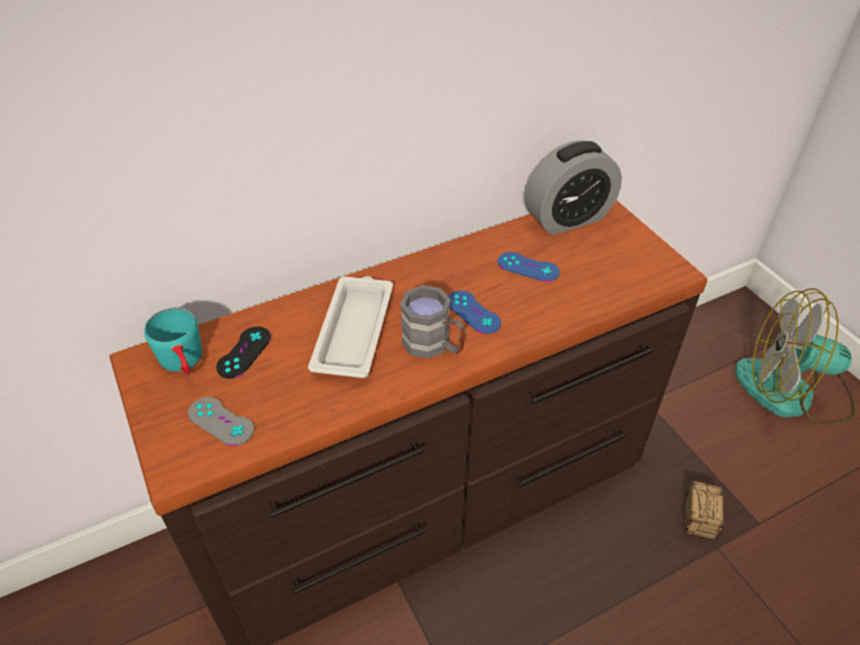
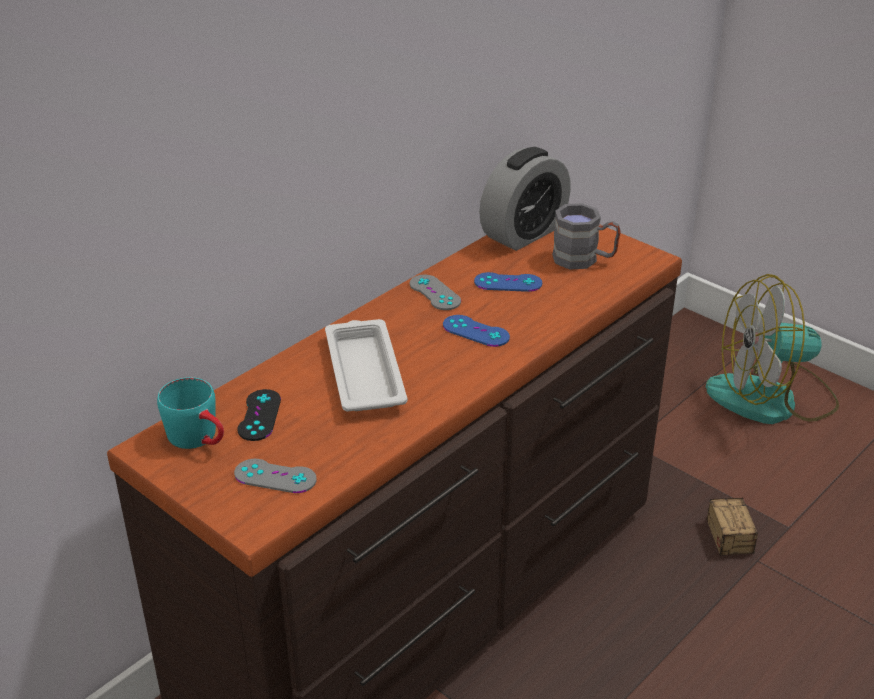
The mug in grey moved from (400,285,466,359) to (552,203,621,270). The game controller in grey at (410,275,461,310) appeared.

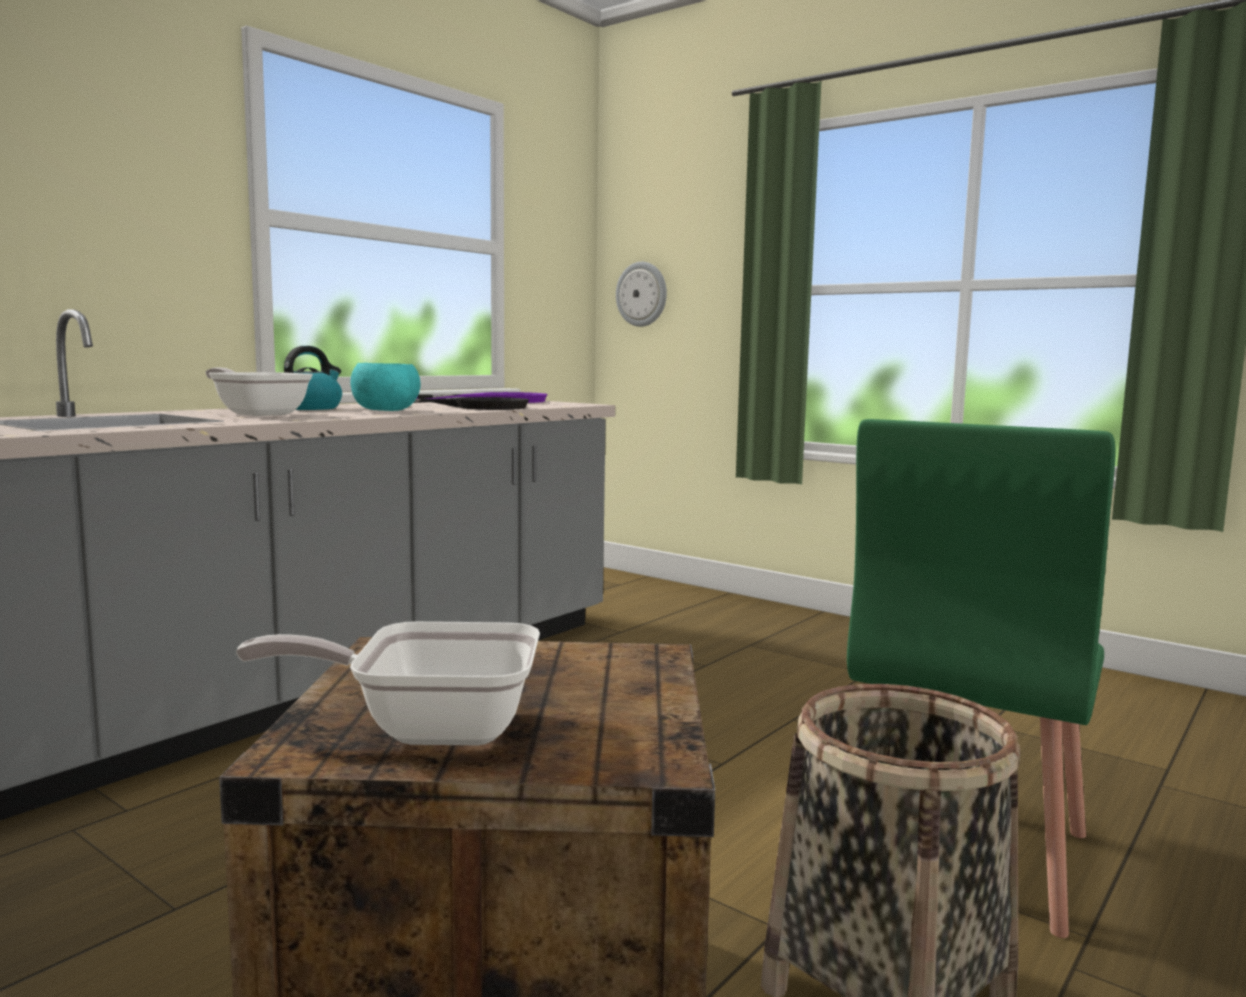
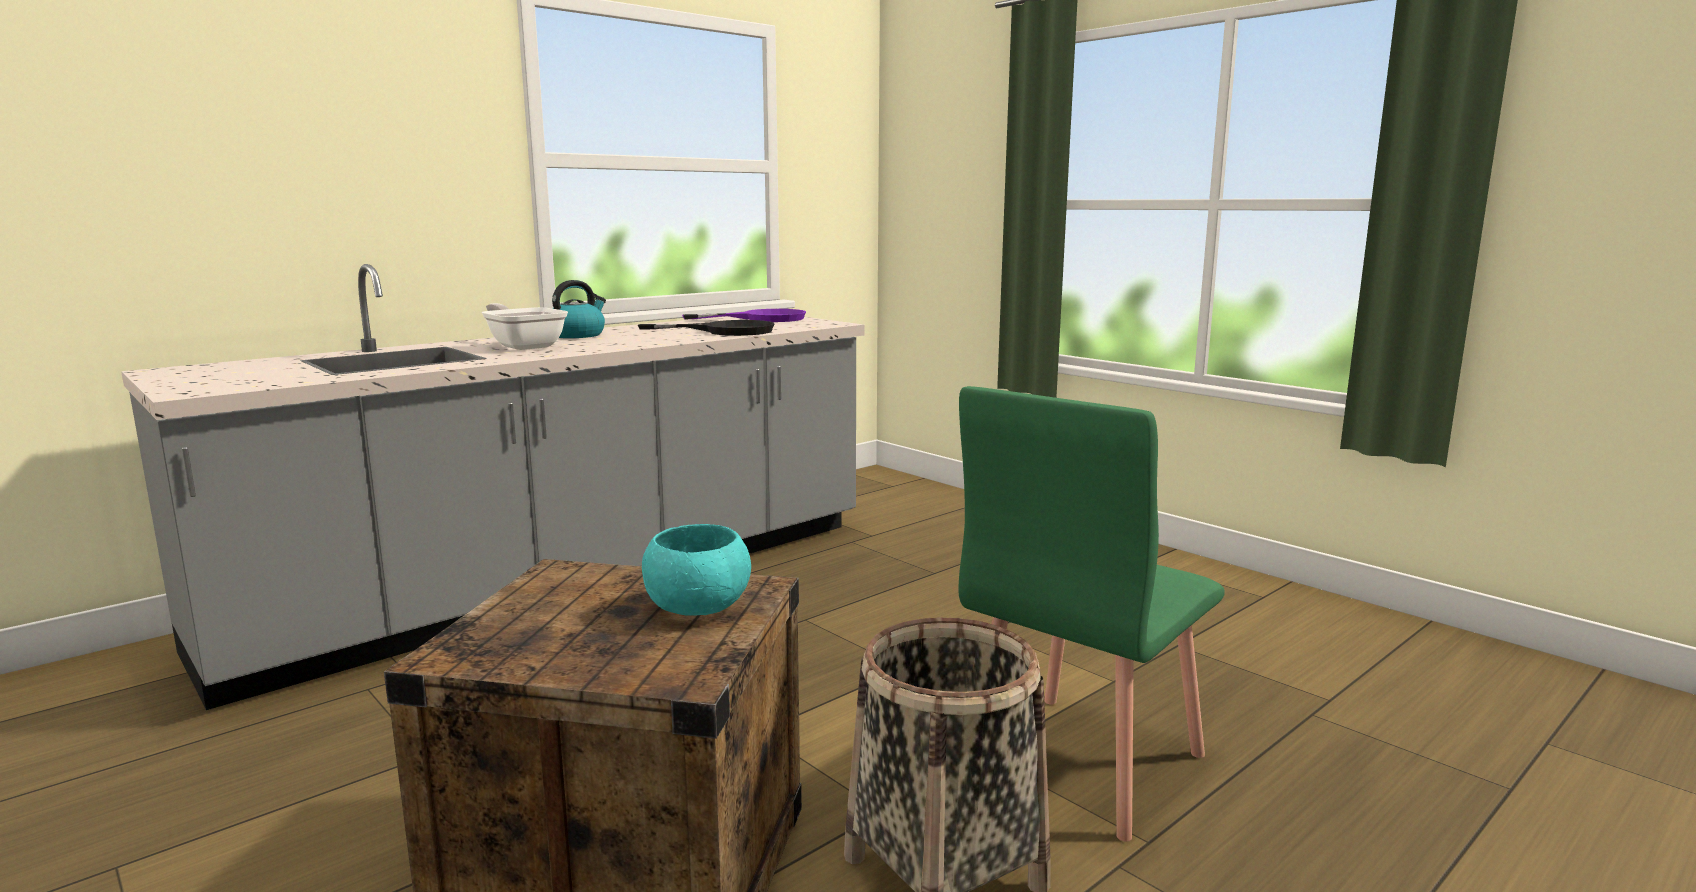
The frying pan at (236,621,540,745) disappeared. The bowl in turquoise-coloured moved from (350,363,420,411) to (642,524,751,616). The hanging clock at (616,262,667,327) disappeared.

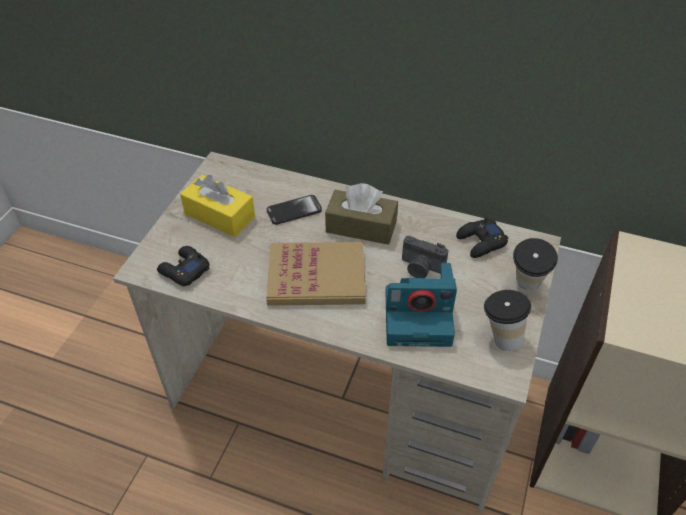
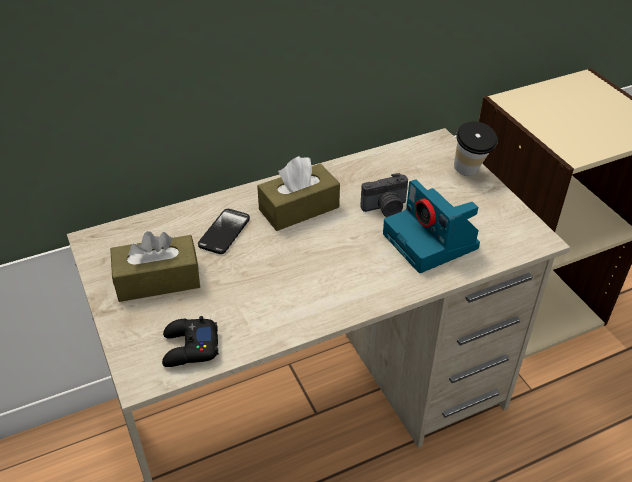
The box of tissues in yellowish at (180,174,255,237) became the box of tissues in brownish at (110,231,200,302). The volume at (266,242,366,306) disappeared. The still camera at (386,263,457,347) turned 105 degrees clockwise. The game controller in blackish at (456,217,509,258) disappeared. The cup at (484,290,531,351) disappeared.

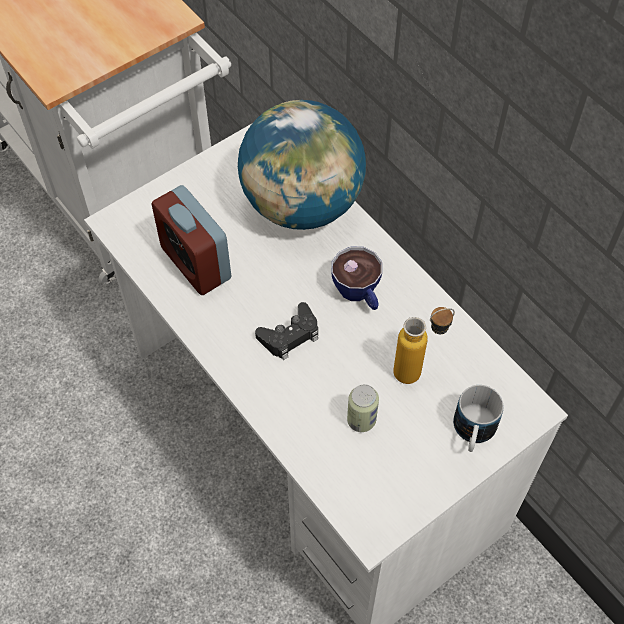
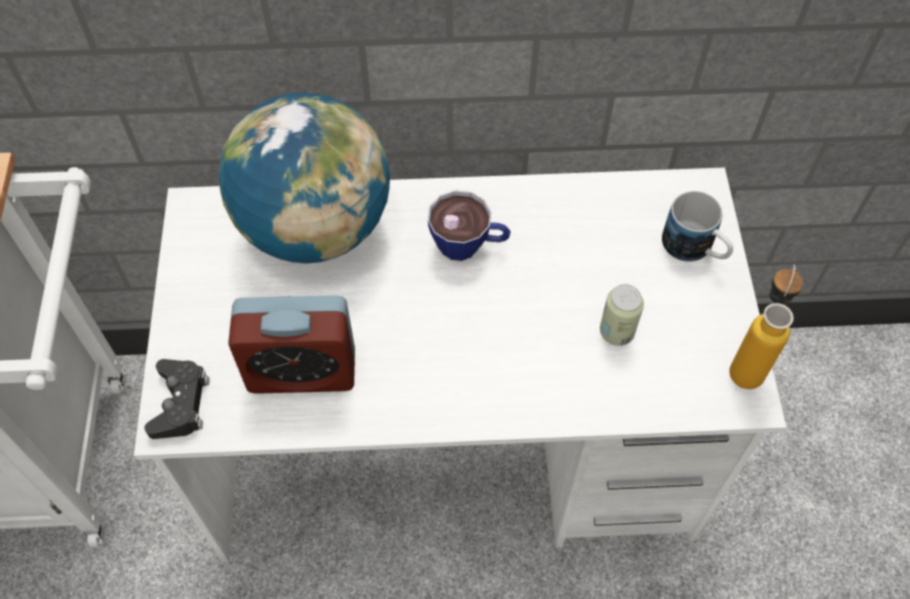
The game controller in blackish moved from (255,302,318,360) to (144,359,210,439). The beverage bottle moved from (393,307,455,384) to (729,264,803,389).

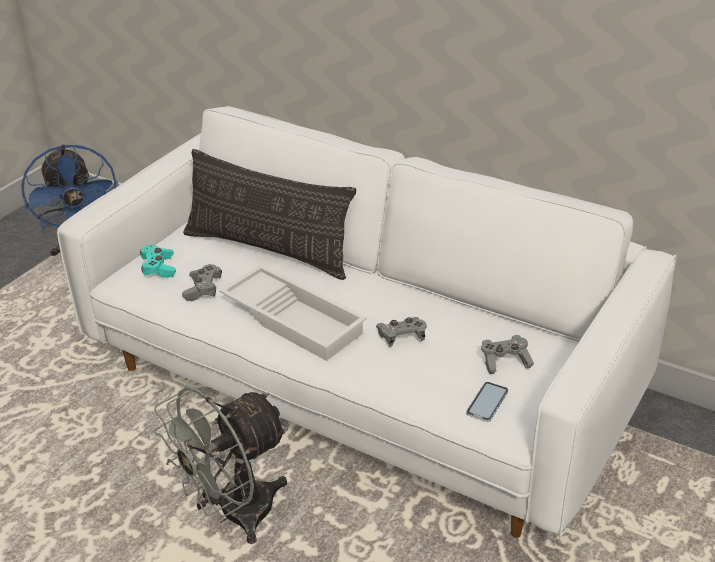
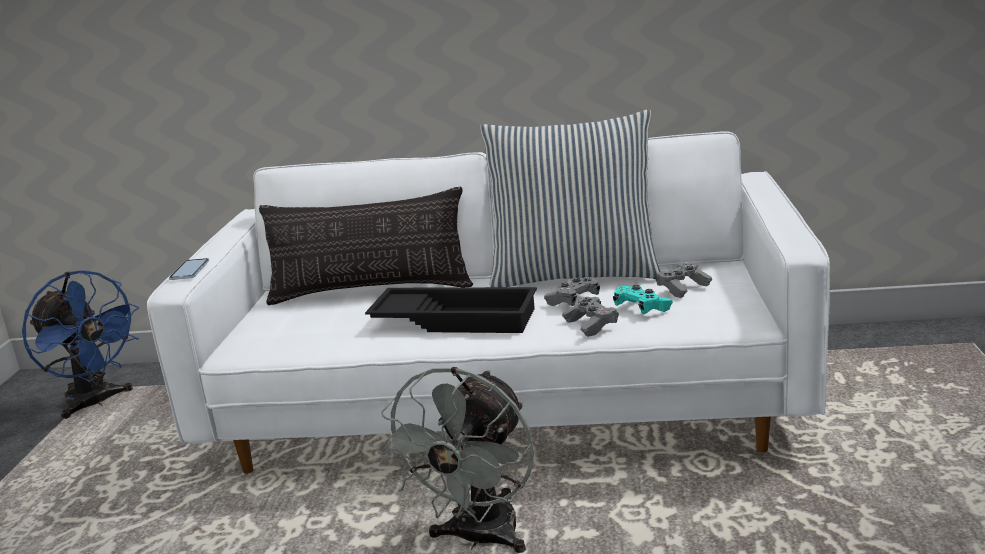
The game controller in turquoise-coloured moved from (140,245,176,278) to (613,285,673,314). The game controller in grey moved from (182,264,222,301) to (562,297,618,337). The carrying tray in whitish at (219,265,367,361) became the carrying tray in blackish at (365,287,537,333). The telephone moved from (466,382,508,422) to (169,258,209,280). The pillow at (480,109,661,287) appeared.

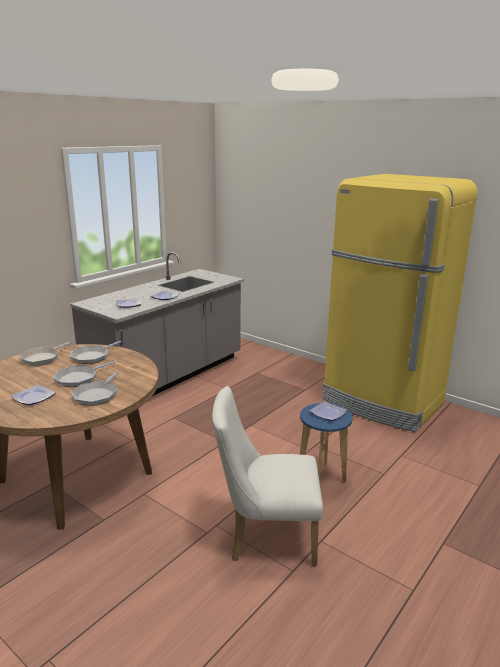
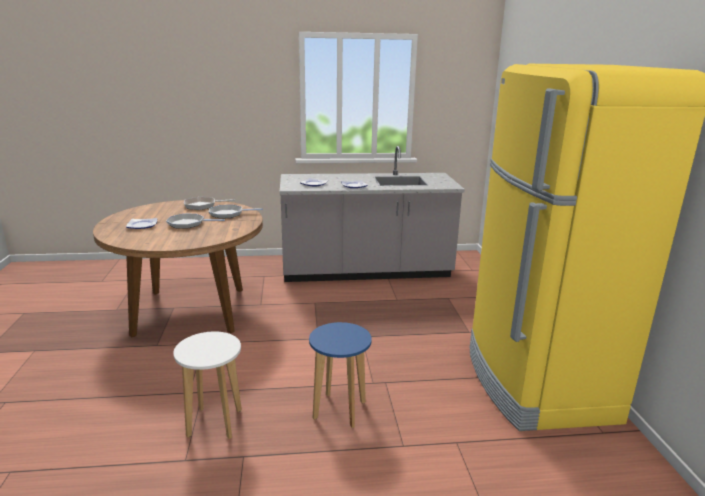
The frying pan at (71,372,119,406) disappeared. The upright chair in whitish at (212,386,323,566) was replaced by the stool in whitish at (173,331,242,439). The flat dish at (309,401,347,421) disappeared.

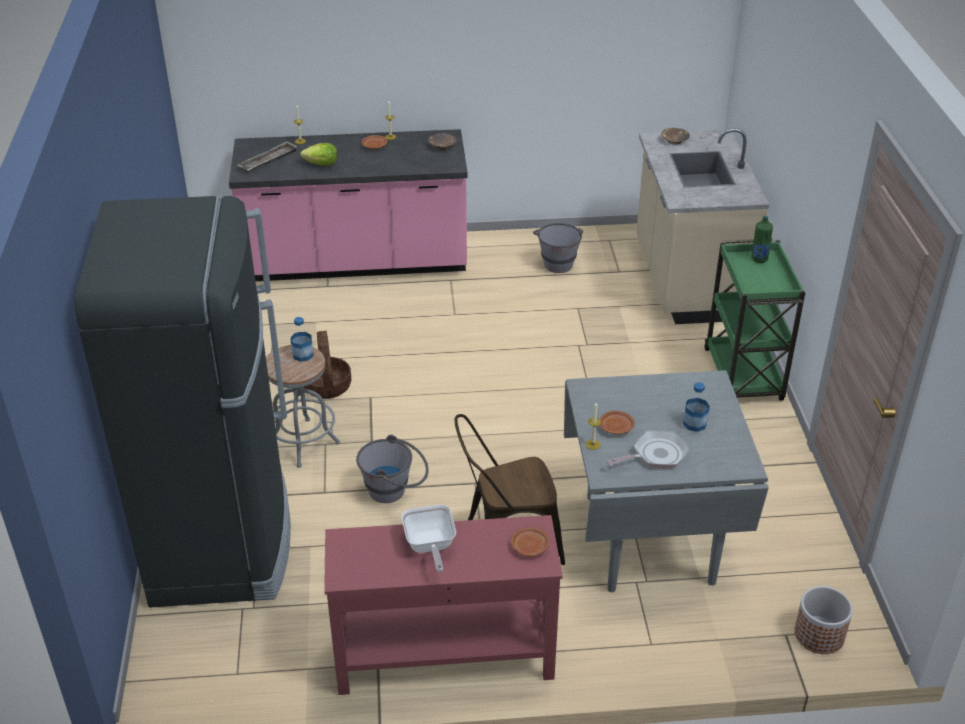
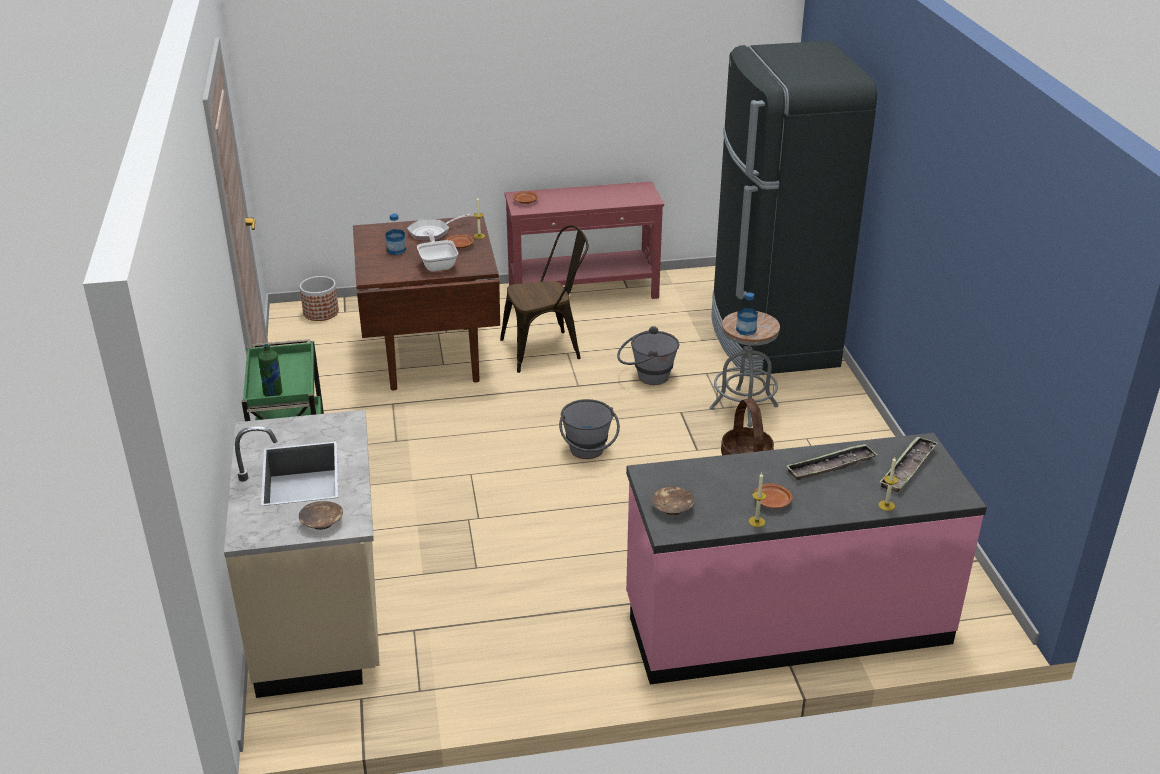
The lettuce at (300,143,337,166) was replaced by the carrying tray at (786,444,878,480). The frying pan moved from (402,505,456,573) to (417,230,458,272). The water bucket in grey moved from (533,223,583,273) to (559,399,620,459). The dining table in grey at (564,370,769,592) became the dining table in brownish at (353,216,500,390).

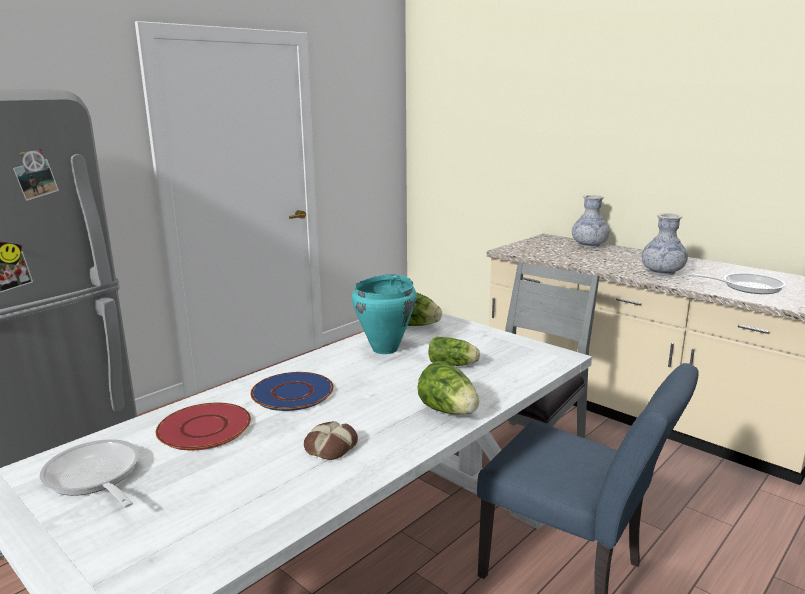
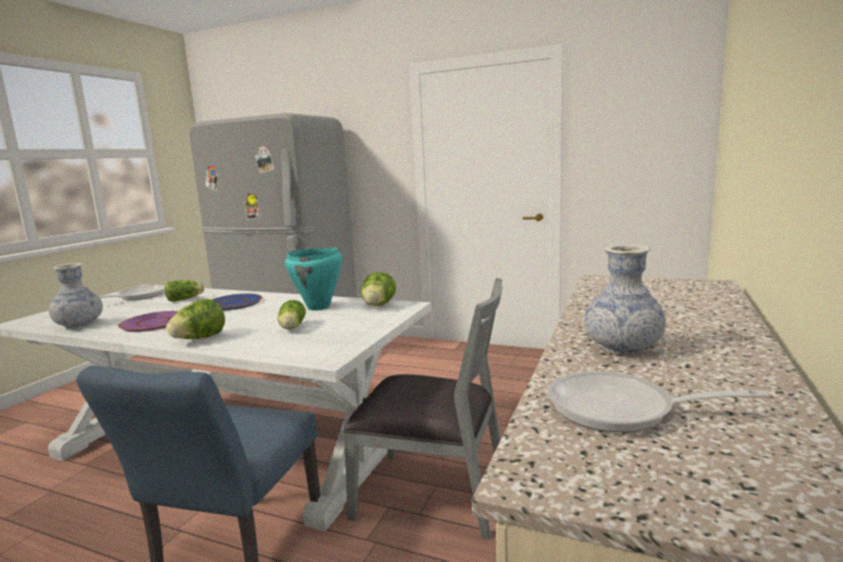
The flat dish in reddish at (156,403,251,450) was replaced by the lettuce at (165,280,204,302). The bread at (304,421,358,460) was replaced by the flat dish in purple-coloured at (118,311,178,332). The vase moved from (572,195,610,248) to (49,263,103,329). The frying pan at (686,273,786,294) turned 120 degrees clockwise.

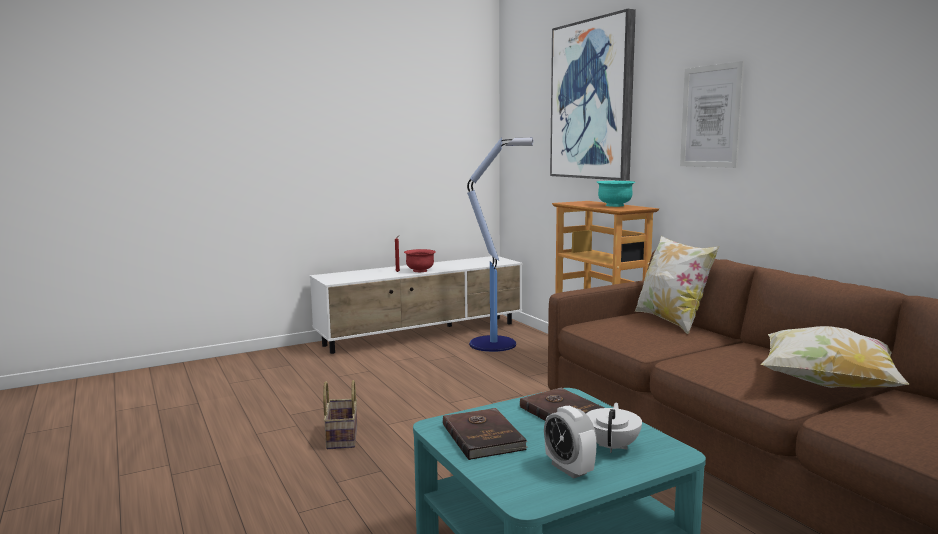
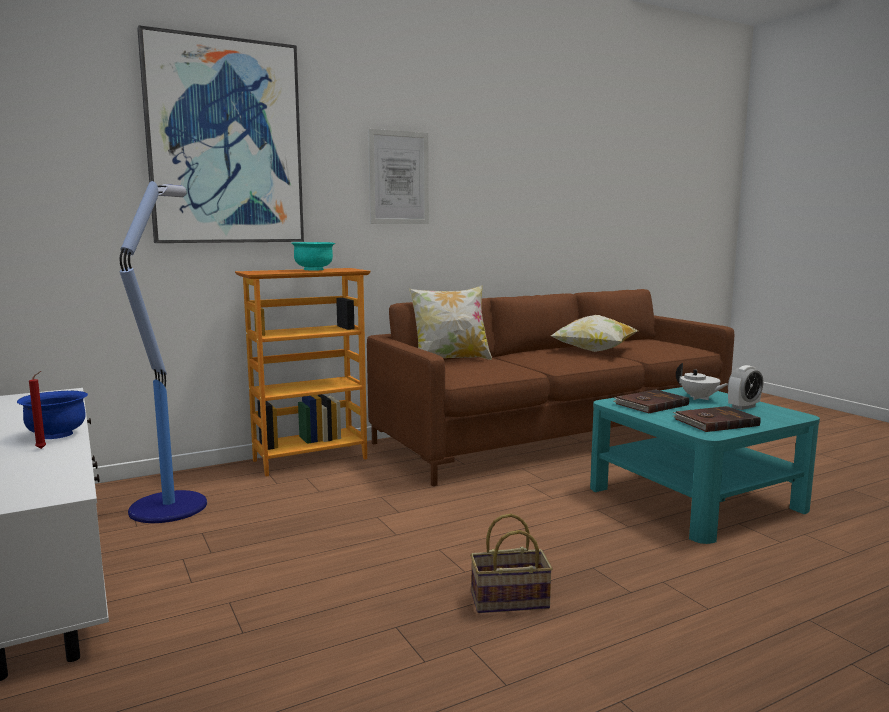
The bowl in reddish at (404,249,436,272) became the bowl in blue-coloured at (17,391,88,439). The teapot in whitish at (586,403,642,453) turned 150 degrees counterclockwise.

